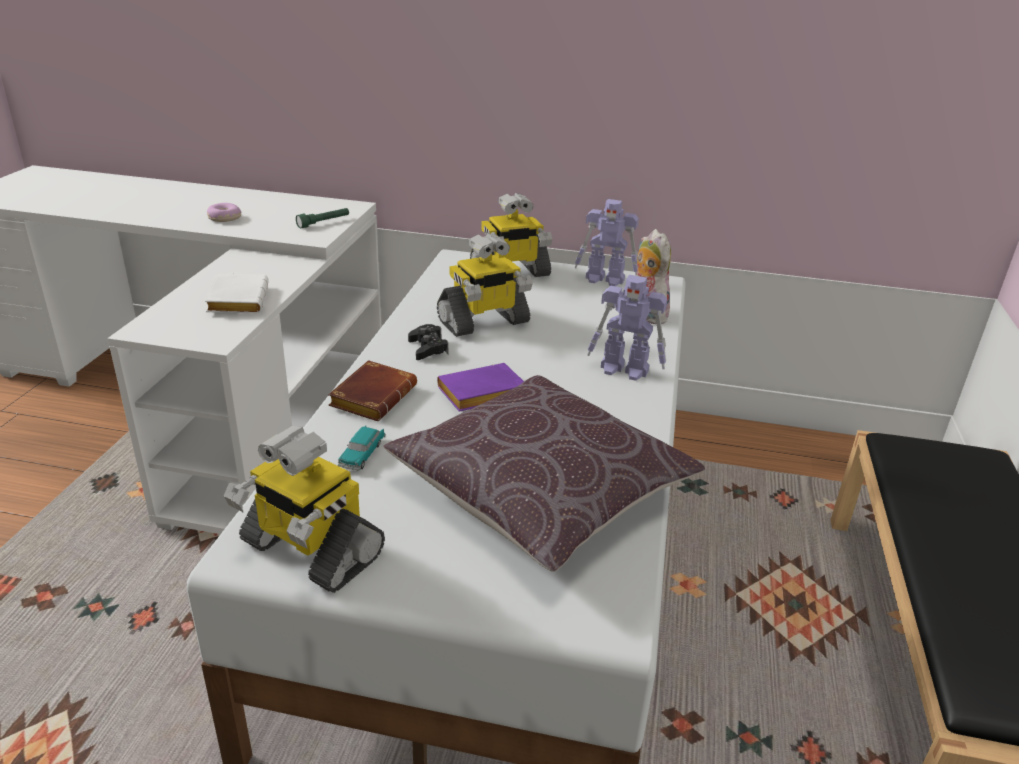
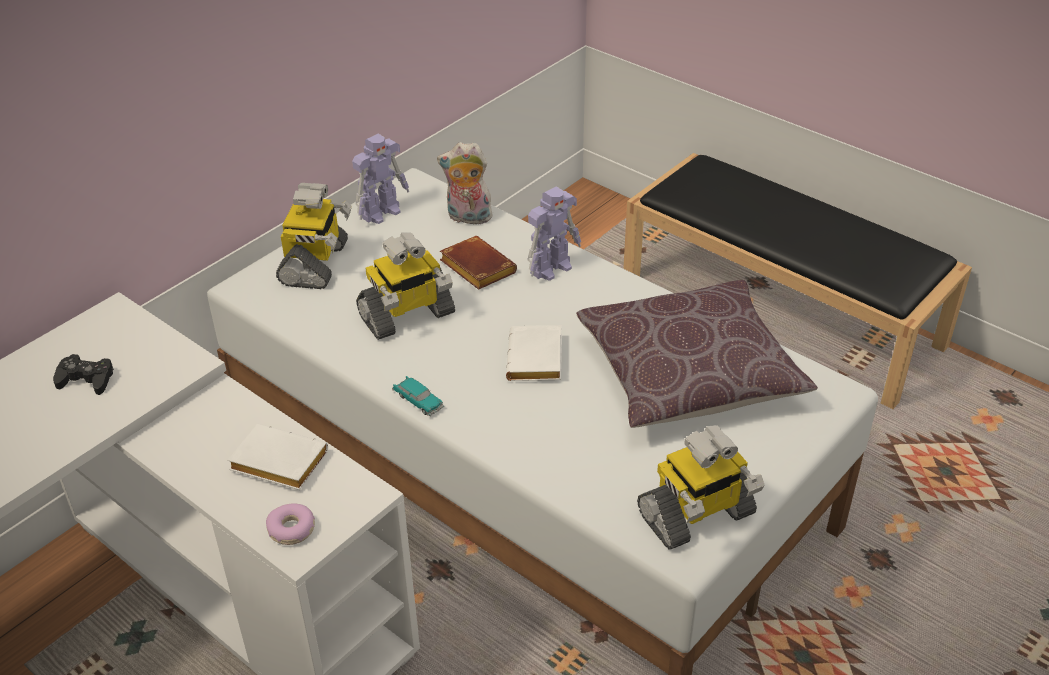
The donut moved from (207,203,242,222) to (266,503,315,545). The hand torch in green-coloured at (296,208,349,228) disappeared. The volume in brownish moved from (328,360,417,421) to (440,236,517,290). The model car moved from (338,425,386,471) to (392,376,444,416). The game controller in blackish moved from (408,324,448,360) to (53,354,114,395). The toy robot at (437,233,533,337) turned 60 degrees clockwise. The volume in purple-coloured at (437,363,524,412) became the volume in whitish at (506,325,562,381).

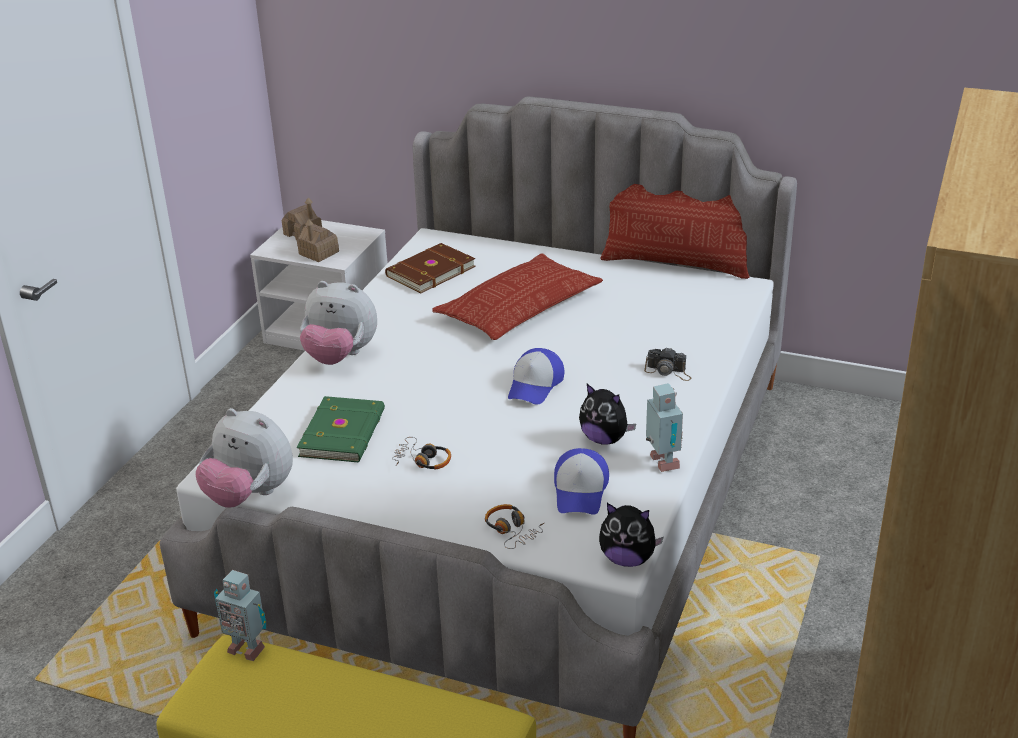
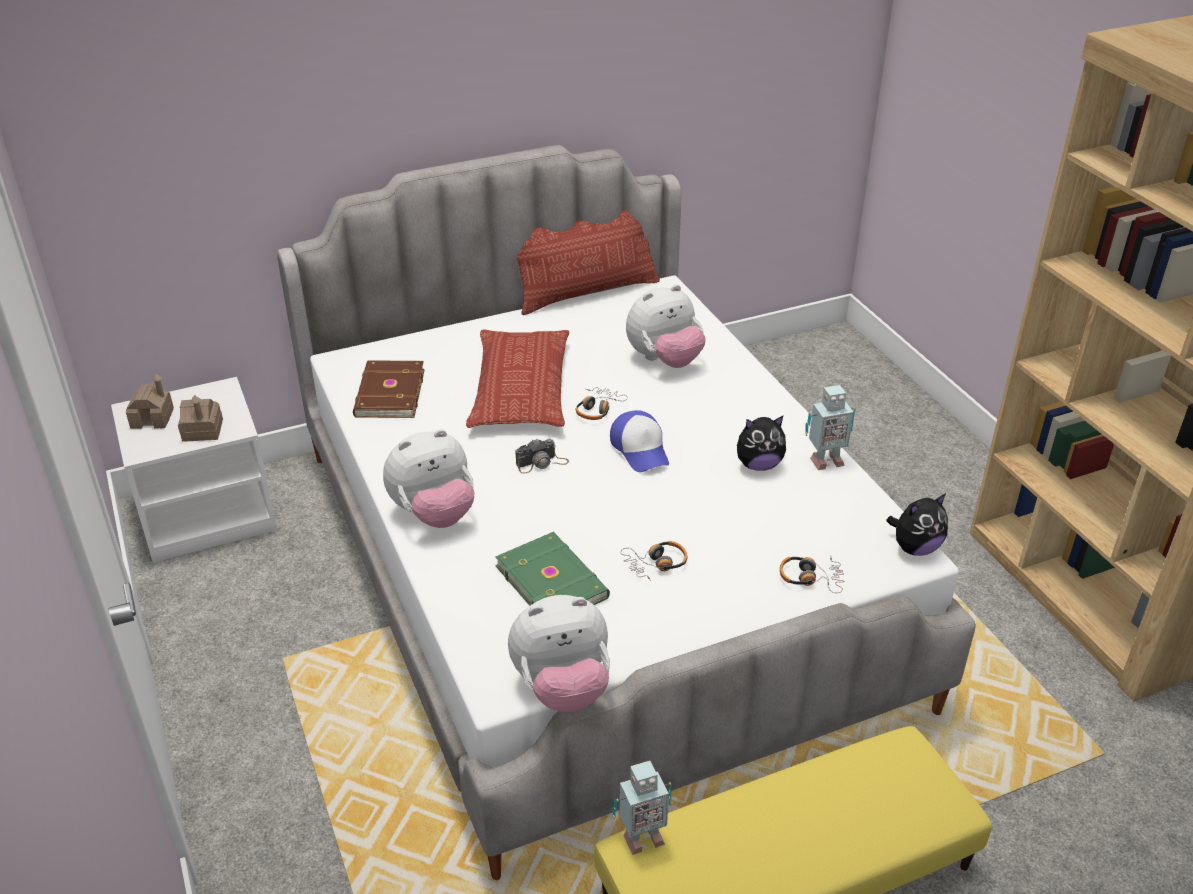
The baseball cap at (554,448,609,515) disappeared. The still camera moved from (644,348,691,381) to (515,439,569,473). The toy robot at (646,383,683,472) turned 135 degrees clockwise. The pair of headphones at (576,387,628,420) appeared. The soft toy at (626,284,706,368) appeared.

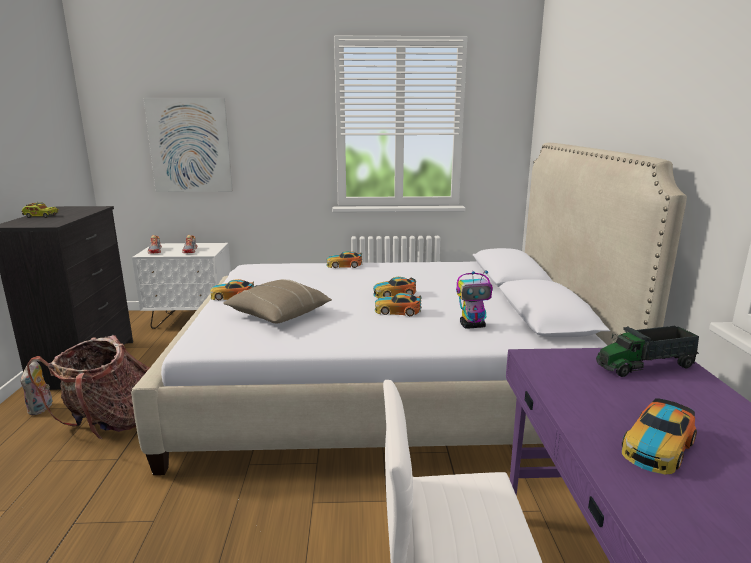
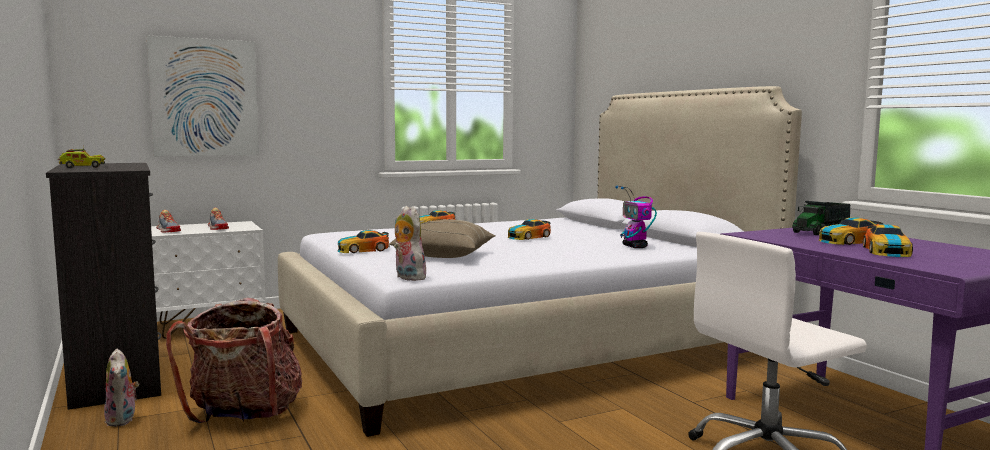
The model car moved from (375,293,422,316) to (818,217,884,245). The toy robot at (456,270,493,329) turned 105 degrees clockwise. The soft toy at (394,206,426,281) appeared.

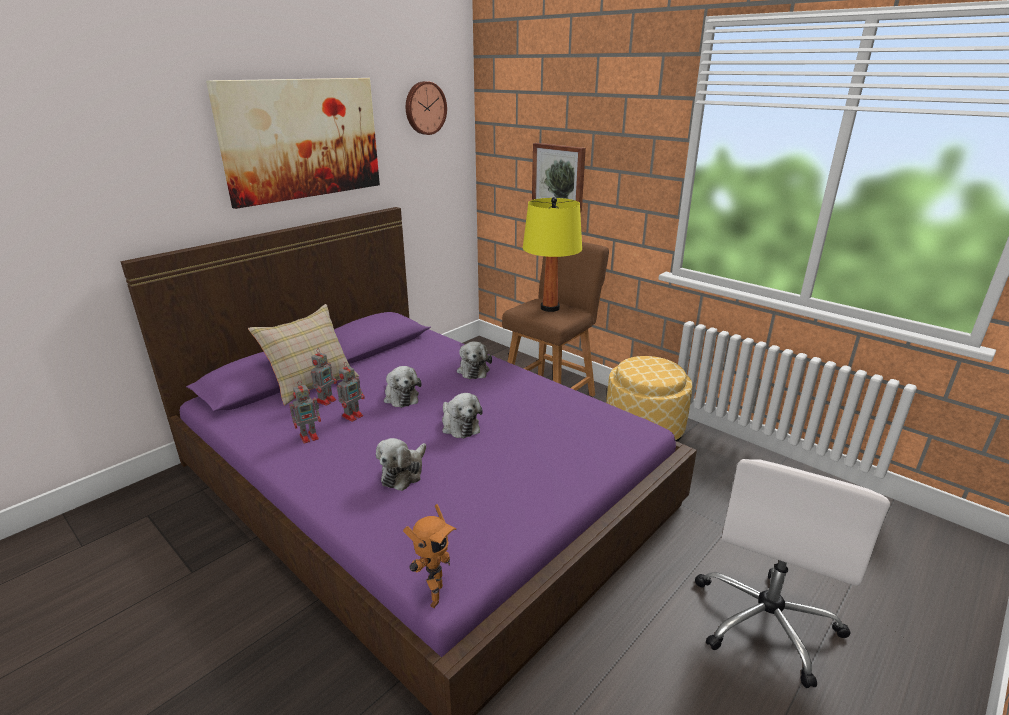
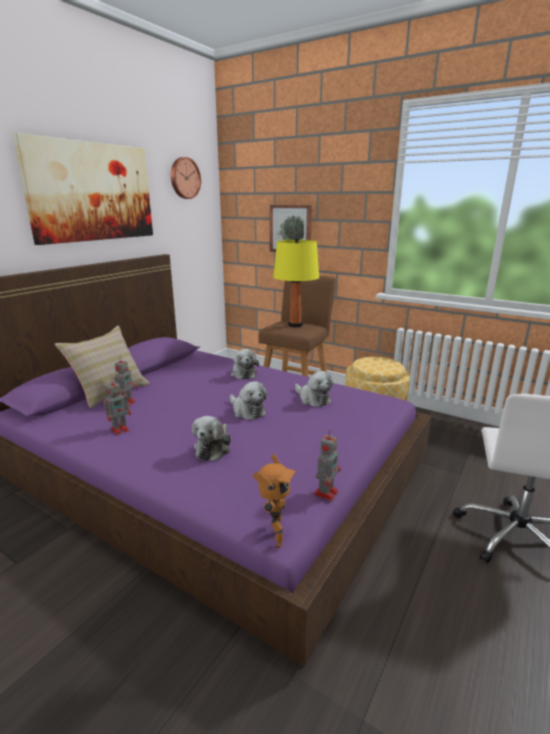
The toy robot moved from (337,362,365,422) to (314,430,341,501). The soft toy moved from (384,366,422,408) to (295,371,333,407).

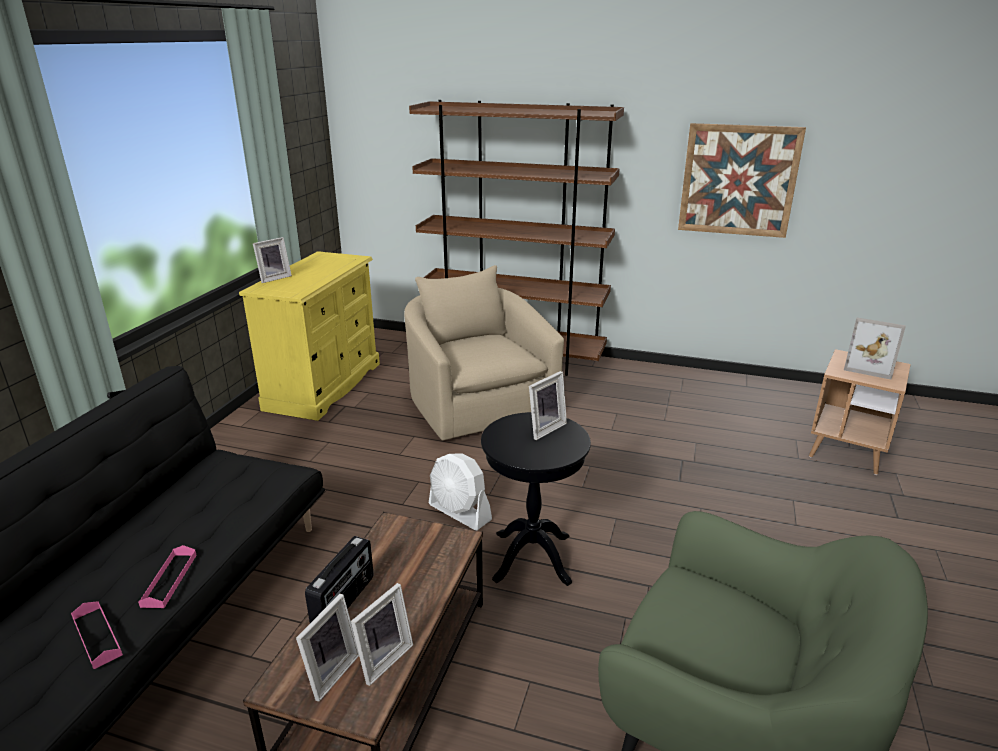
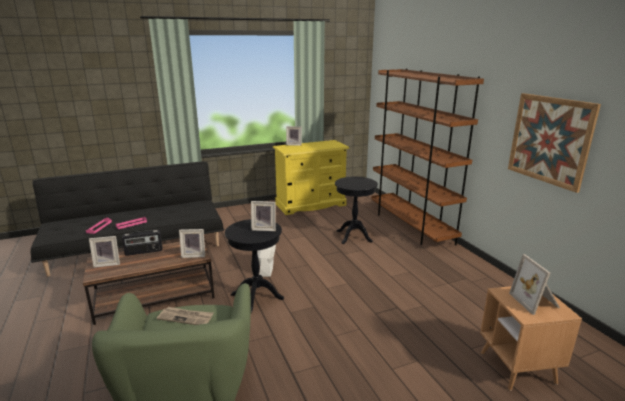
The standing frame moved from (351,583,413,686) to (179,229,205,258). The armchair in beige at (404,265,564,440) was replaced by the accent table in blackish at (335,177,378,244). The newspaper at (157,307,214,325) appeared.

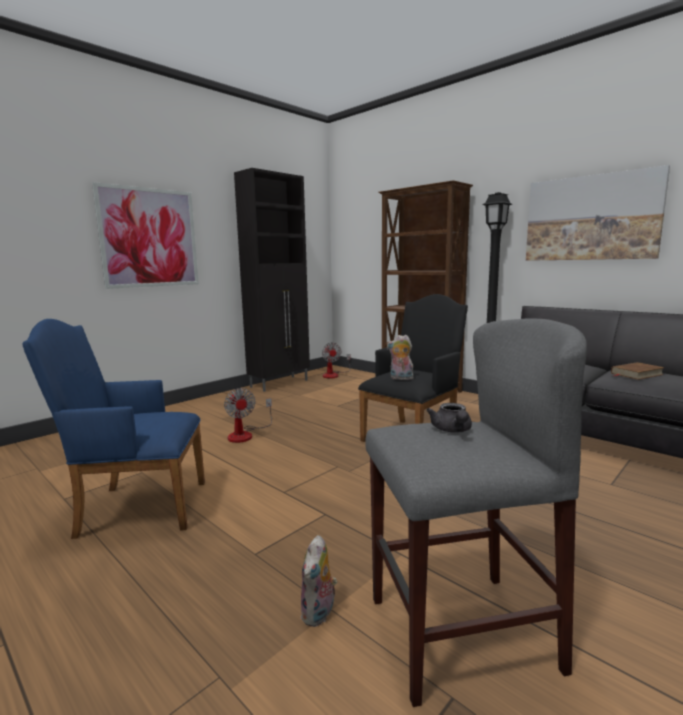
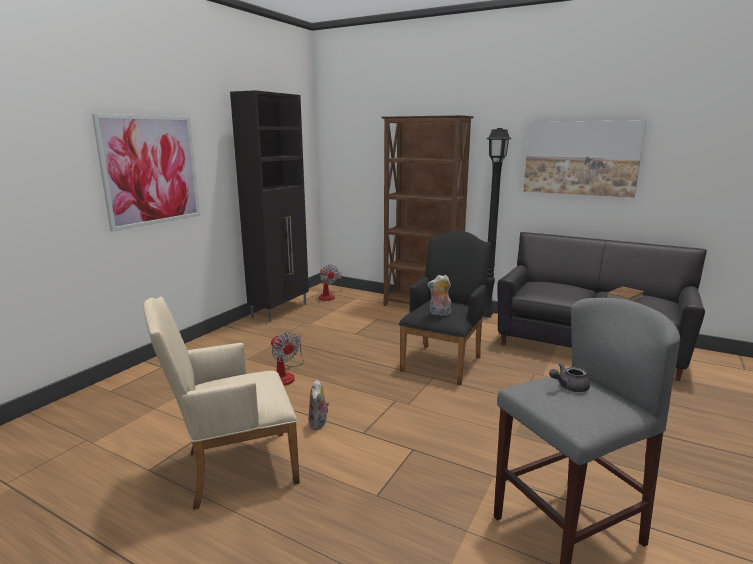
The armchair in blue-coloured at (22,319,205,539) became the armchair in beige at (144,297,300,510). The soft toy moved from (301,535,337,627) to (308,379,329,430). The teapot in grey at (426,403,472,433) turned 90 degrees clockwise.

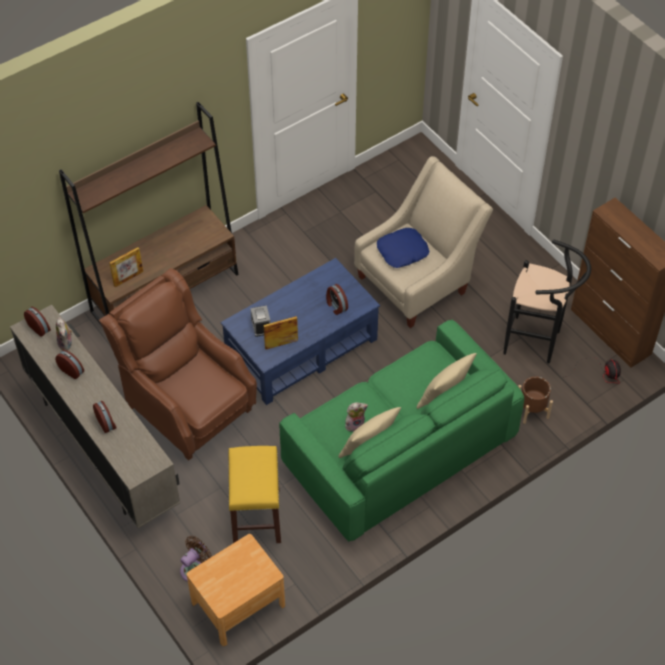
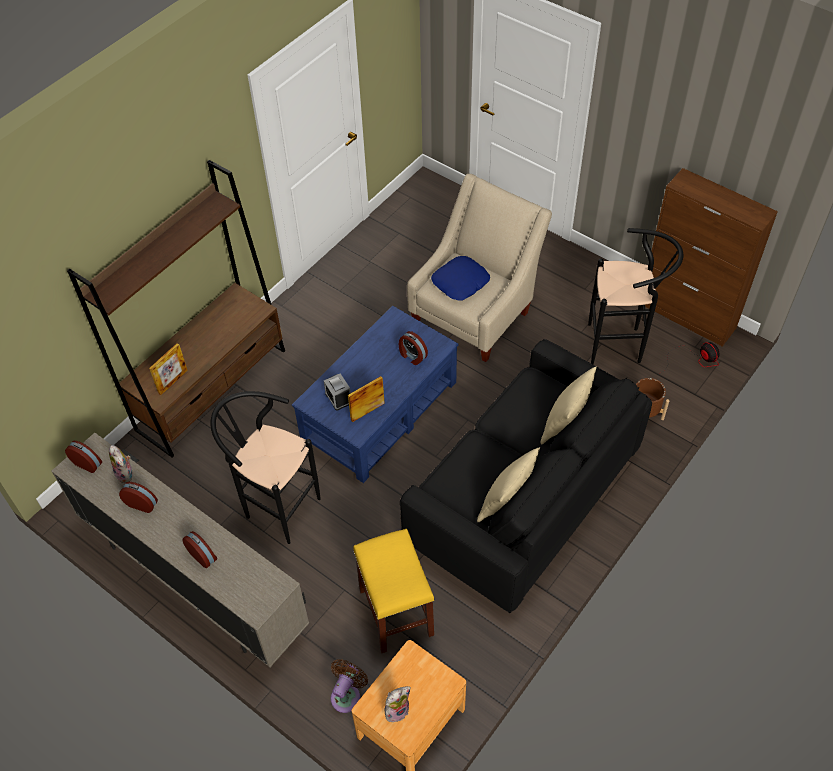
The armchair in brownish at (99,268,257,461) was replaced by the stool in blackish at (210,391,321,544). The couch in green-coloured at (279,320,524,542) became the couch in blackish at (400,339,652,613). The soft toy moved from (345,402,368,432) to (385,686,411,722).

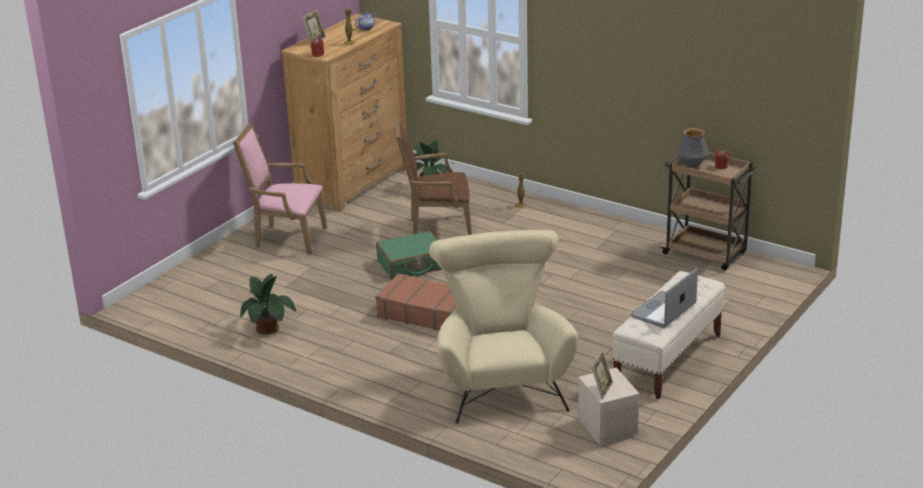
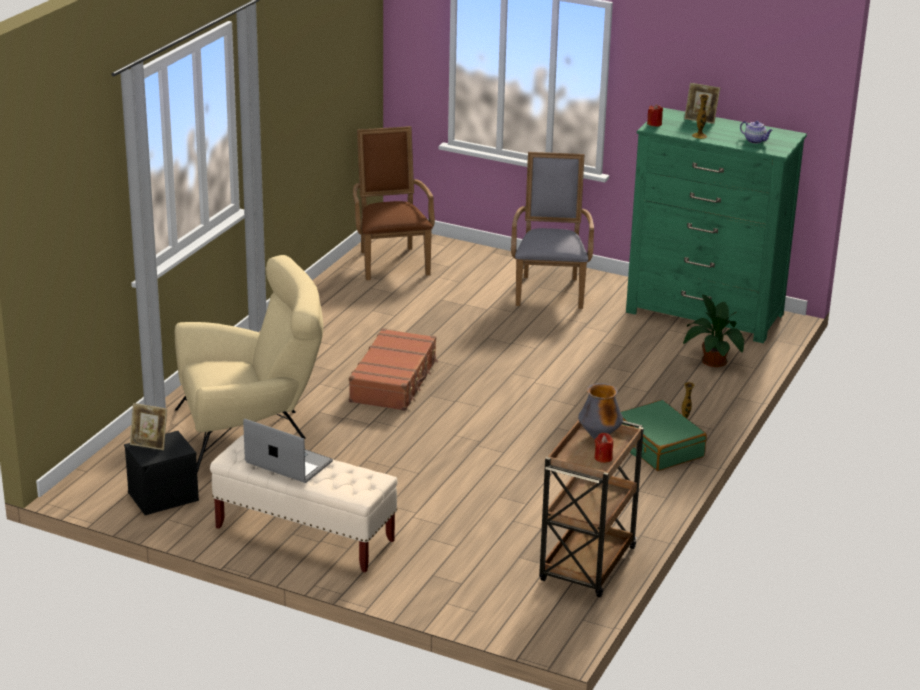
The armchair in pink-coloured at (233,122,327,255) became the armchair in grey at (511,152,594,309). The potted plant at (240,274,296,335) disappeared. The dresser in brownish at (281,14,407,211) became the dresser in green-coloured at (626,108,807,343). The suitcase in green-coloured moved from (376,231,442,279) to (621,400,707,471). The armchair in brownish moved from (395,117,472,235) to (353,126,435,280). The storage box in beige at (578,368,640,445) became the storage box in blackish at (124,431,199,515).

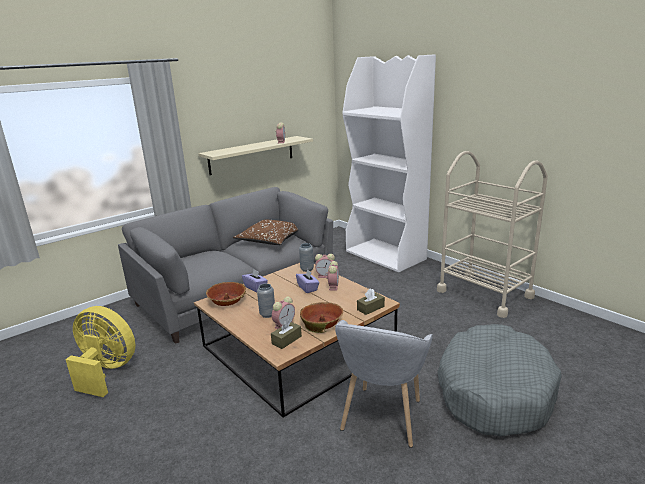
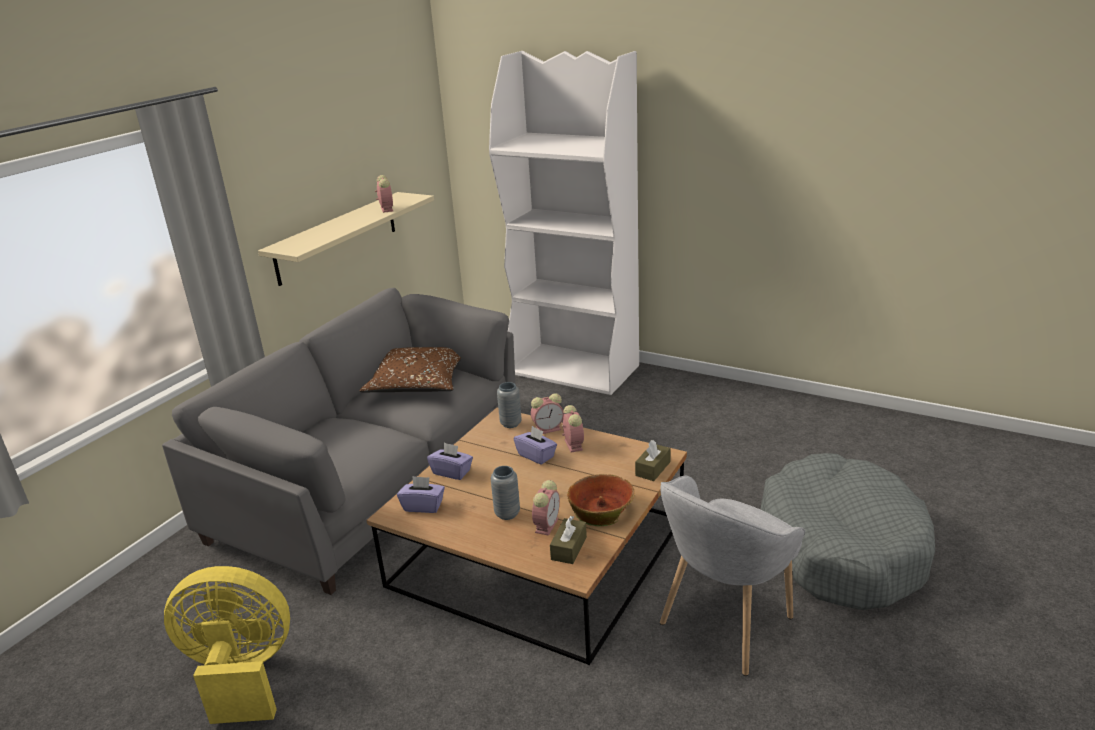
The bowl at (206,282,246,306) was replaced by the box of tissues in purple-coloured at (397,476,445,513). The armchair in grey at (335,320,433,448) turned 45 degrees clockwise. The cart in beige at (437,151,548,318) disappeared.

